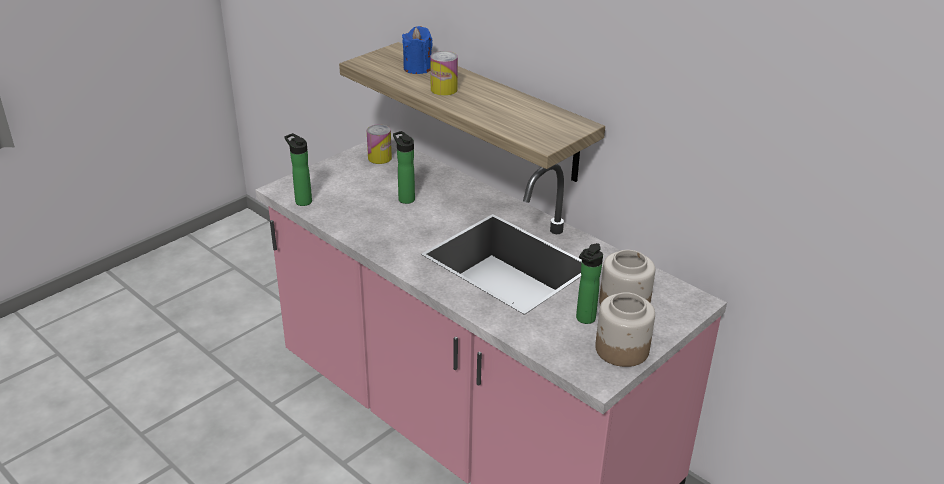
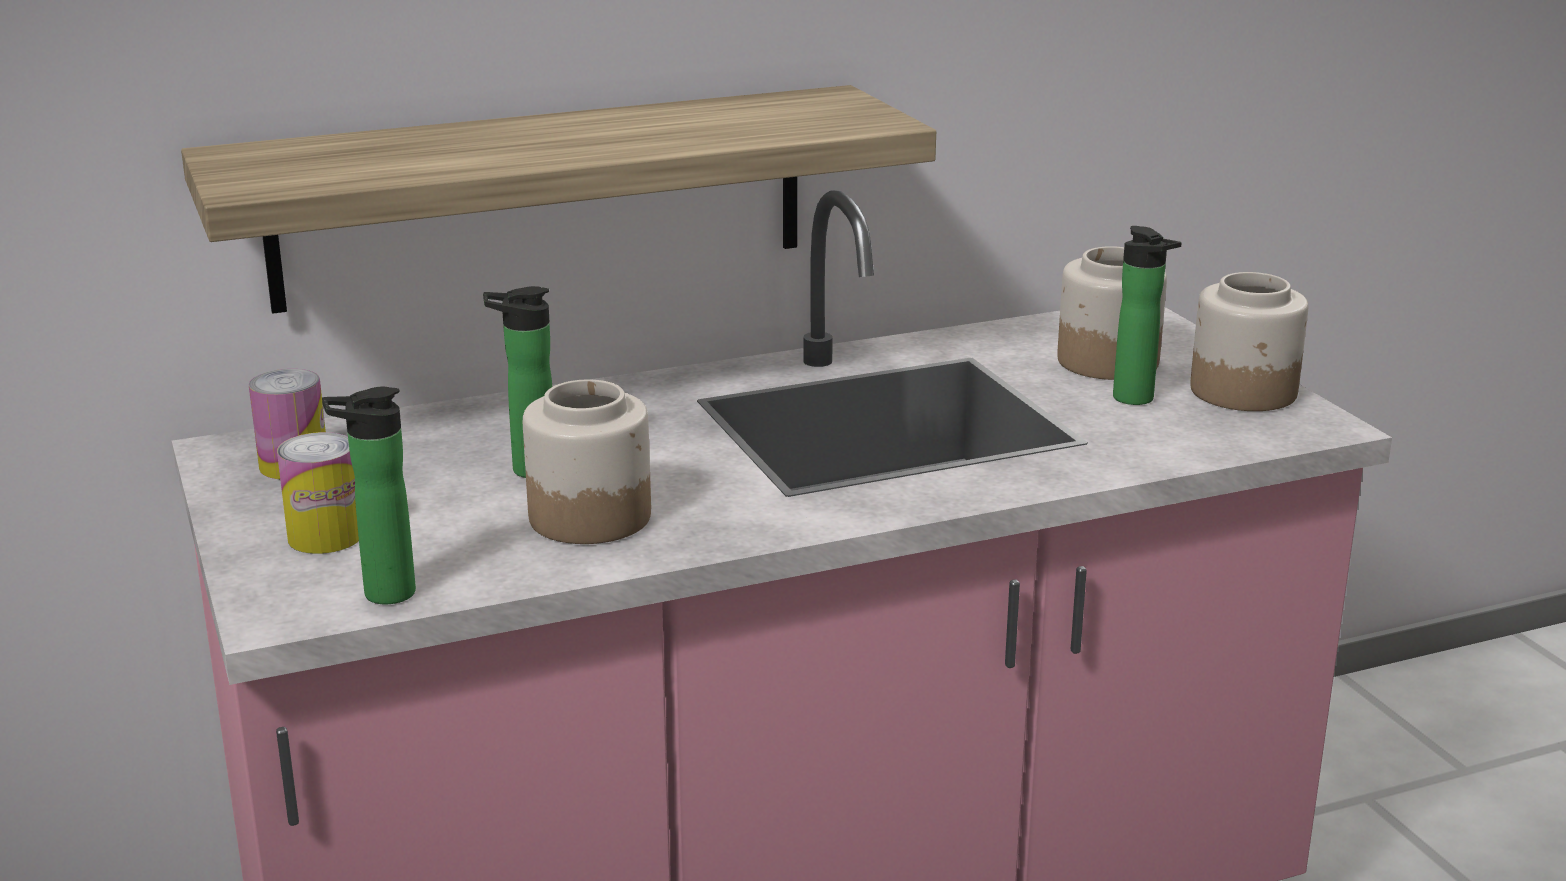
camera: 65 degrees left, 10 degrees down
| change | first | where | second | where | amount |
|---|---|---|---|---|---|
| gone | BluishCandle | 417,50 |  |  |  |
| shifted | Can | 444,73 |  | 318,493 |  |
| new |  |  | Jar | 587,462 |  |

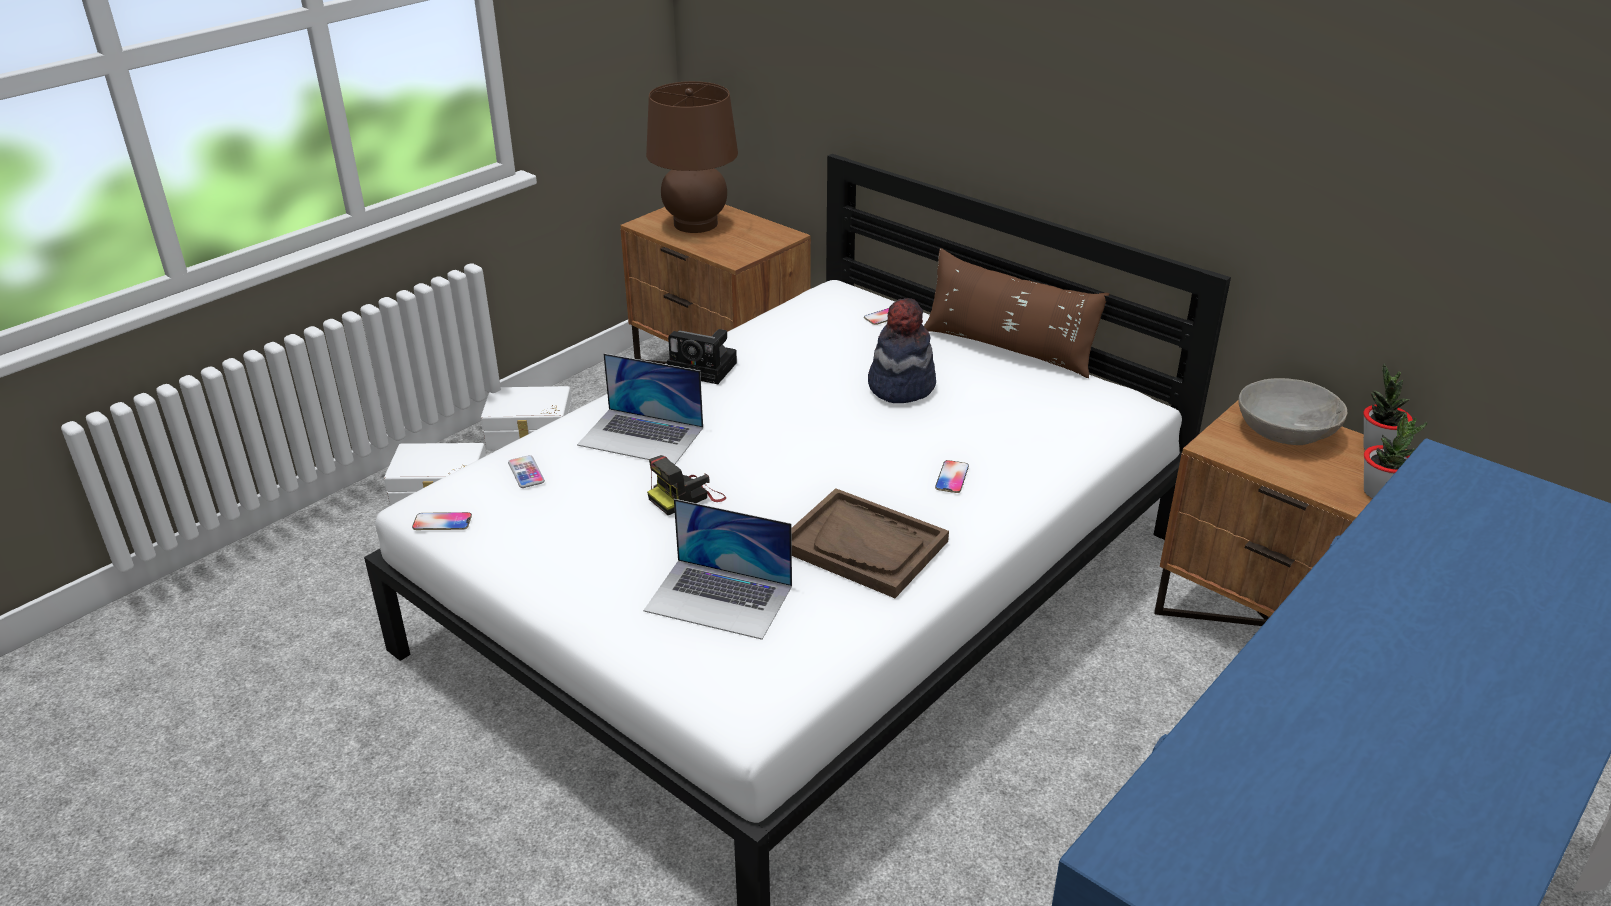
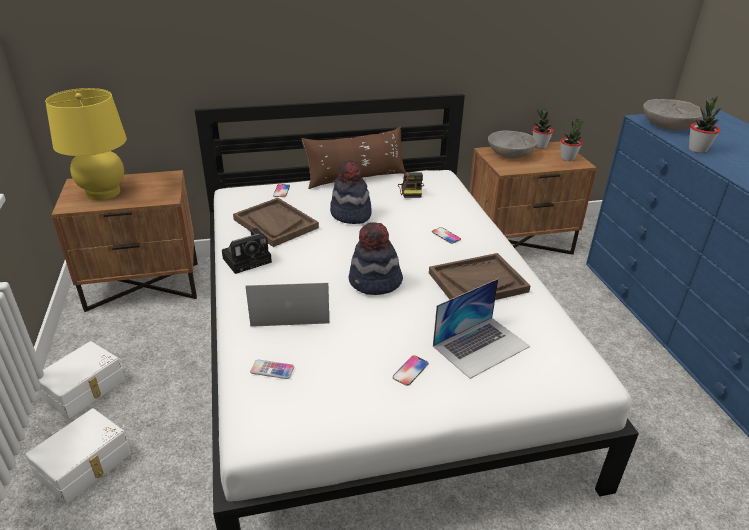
camera: 55 degrees left, 0 degrees up
| change | first | where | second | where | amount |
|---|---|---|---|---|---|
| repainted | BrownishLampForATable | 692,157 | YellowishLampForATable | 86,144 |  |
| rotated | PortableComputer | 640,408 |  | 287,305 | 150 degrees counterclockwise |
| shifted | StillCamera | 686,485 |  | 411,185 |  |
| shifted | Telephone | 442,521 |  | 411,370 |  |
| new |  |  | PlantInAPot | 705,124 |  |
| new |  |  | GreyBowl | 673,114 |  |
| new |  |  | BrownishCarryingTray | 276,222 |  |
| new |  |  | ClothingHat | 376,258 |  |

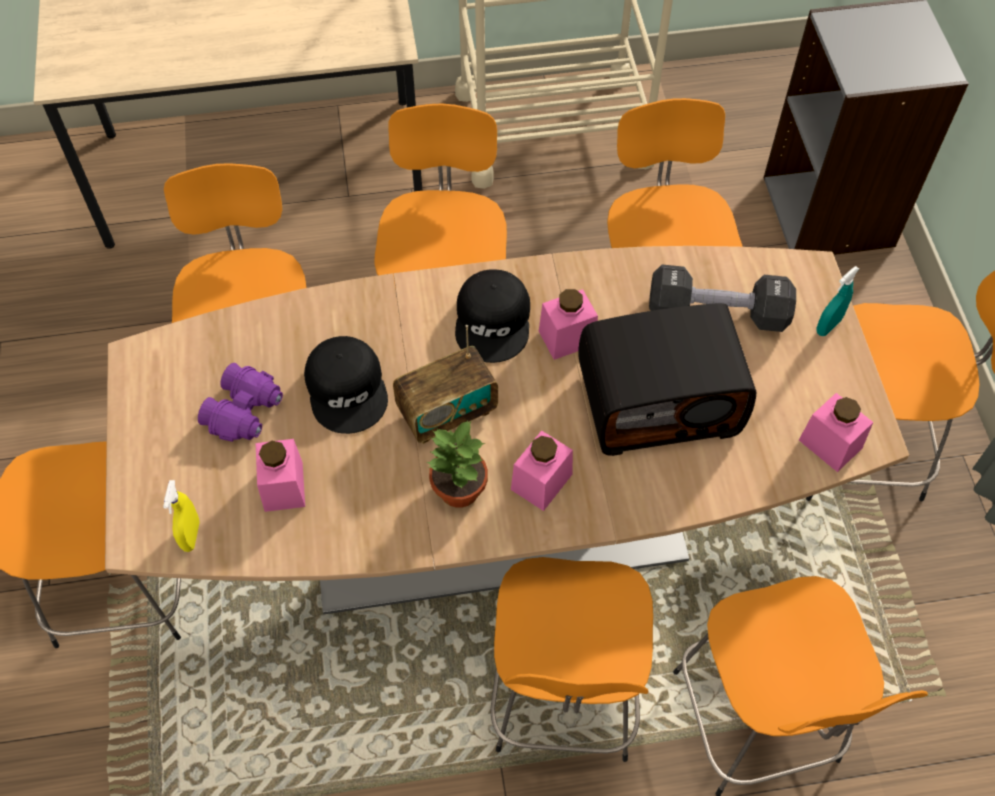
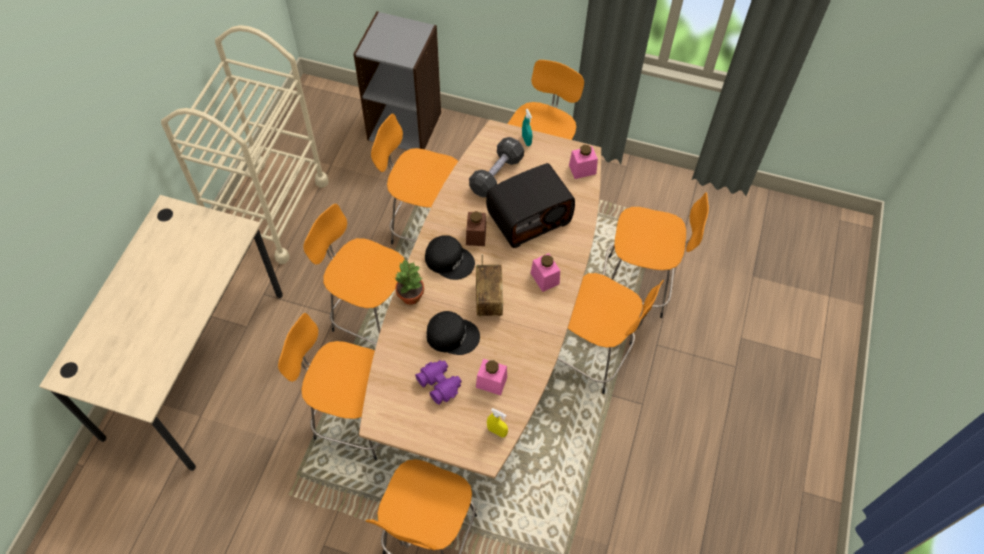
camera: 65 degrees left, 0 degrees up
| change | first | where | second | where | amount |
|---|---|---|---|---|---|
| repainted | PinkJar | 568,324 | BrownishJar | 476,228 |  |
| rotated | RadioSet | 667,379 |  | 530,205 | 45 degrees clockwise |
| shifted | PlantInAPot | 457,464 |  | 409,282 |  |

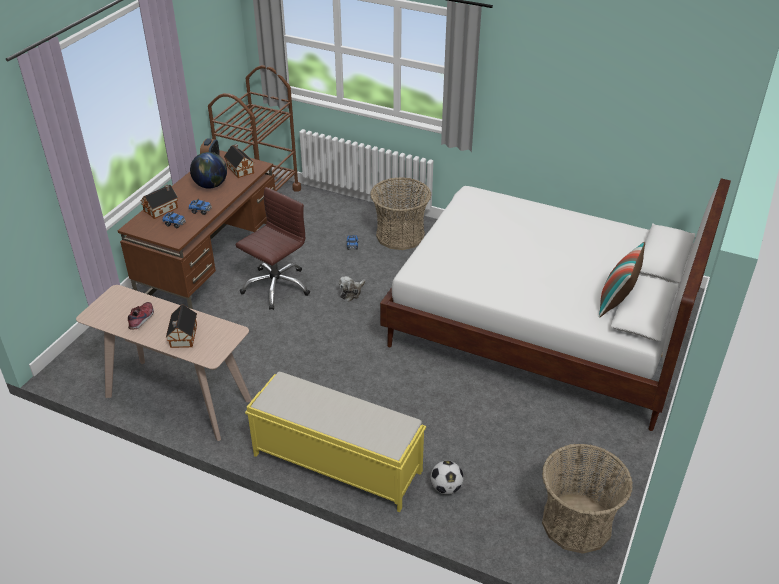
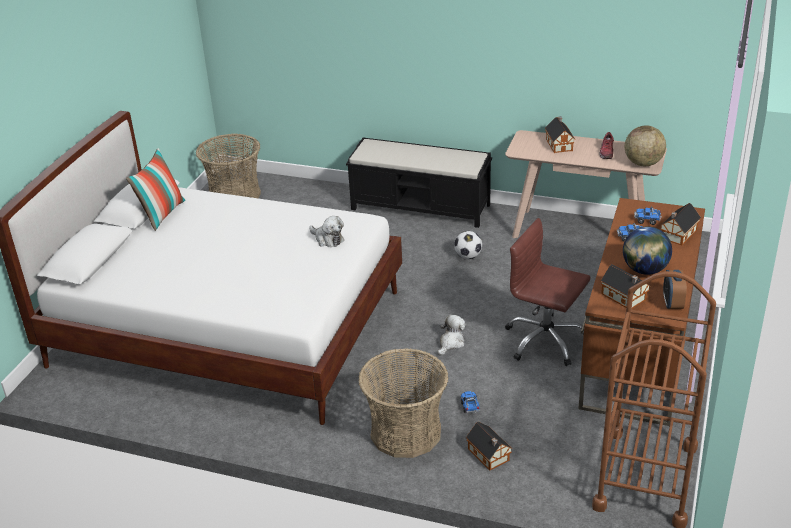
camera: 175 degrees right, 5 degrees down
| change | first | where | second | where | amount |
|---|---|---|---|---|---|
| rotated | BrownishComputerChair | 273,248 |  | 547,292 | 90 degrees clockwise |
| repainted | YellowishLongSeat | 335,442 | BlackLongSeat | 419,183 |  |
| shifted | FootballBall | 447,477 |  | 468,245 |  |
| new |  |  | Globe | 645,145 |  |
| new |  |  | PlushToy | 326,231 |  |
| new |  |  | ToyHouse | 489,446 |  |

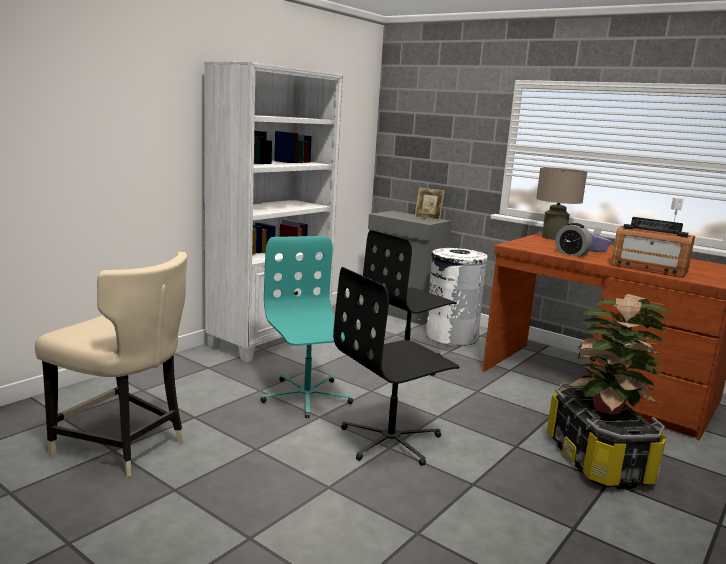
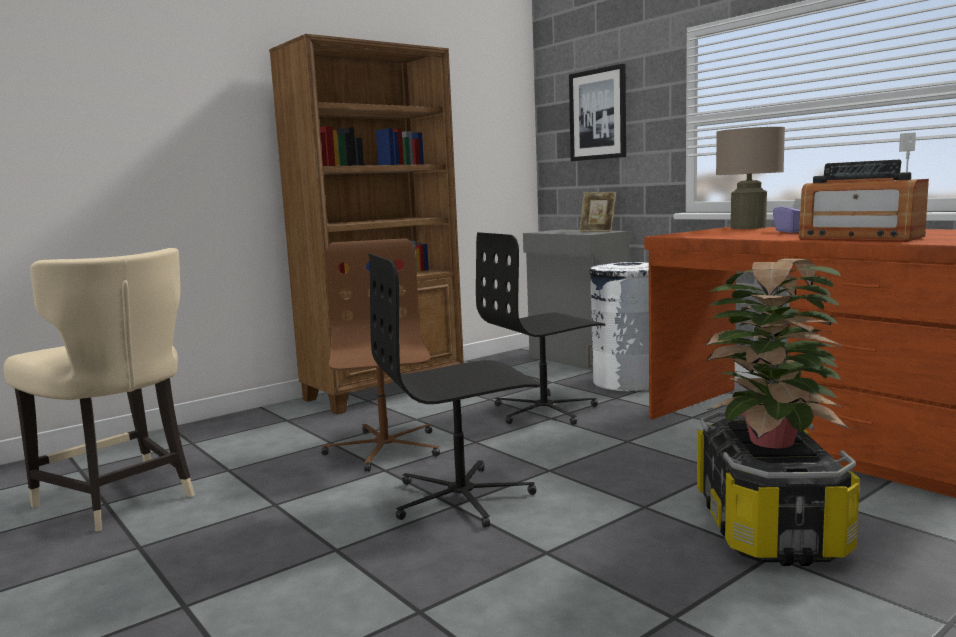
camera: 15 degrees right, 5 degrees down
| change | first | where | second | where | amount |
|---|---|---|---|---|---|
| repainted | WhiteShelvingUnit | 274,212 | BrownishShelvingUnit | 366,224 |  |
| gone | BedsideClock | 573,240 |  |  |  |
| repainted | TurquoiseColouredComputerChair | 307,327 | BrownishComputerChair | 380,355 |  |
| new |  |  | Picture | 597,112 |  |

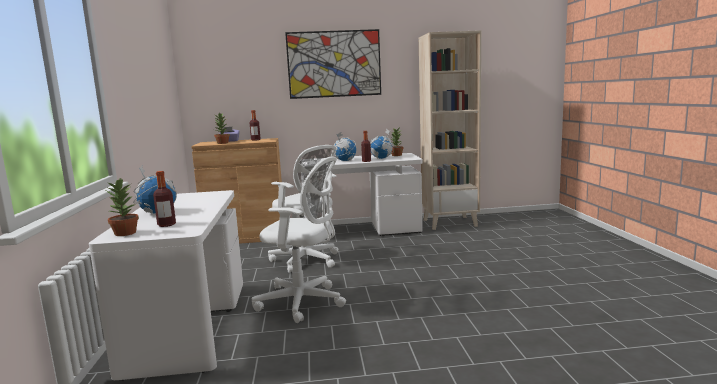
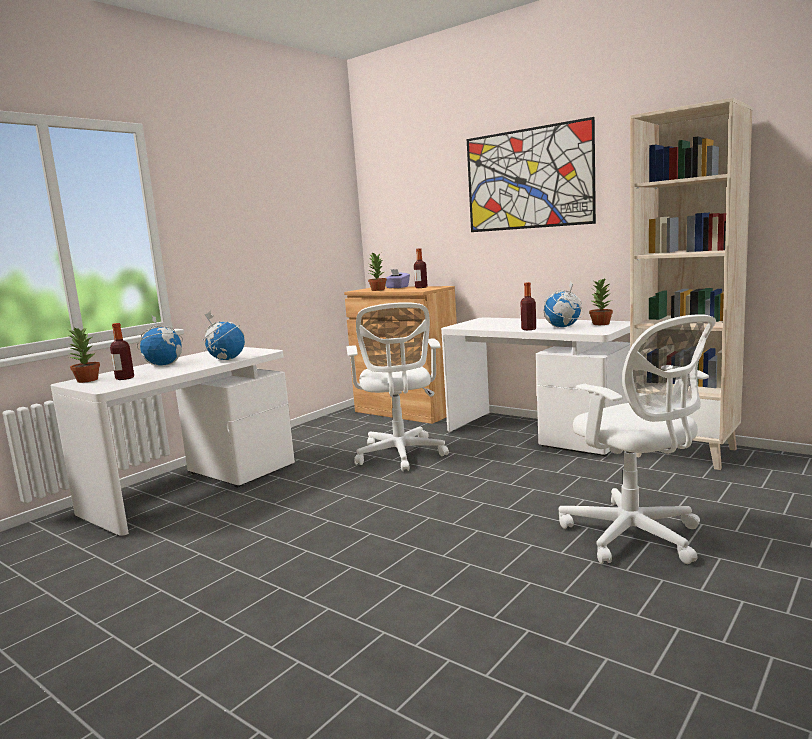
camera: 45 degrees right, 0 degrees up
| change | first | where | second | where | amount |
|---|---|---|---|---|---|
| shifted | Globe | 344,146 |  | 224,335 |  |
| shifted | WhiteComputerChair | 299,240 |  | 637,439 |  |

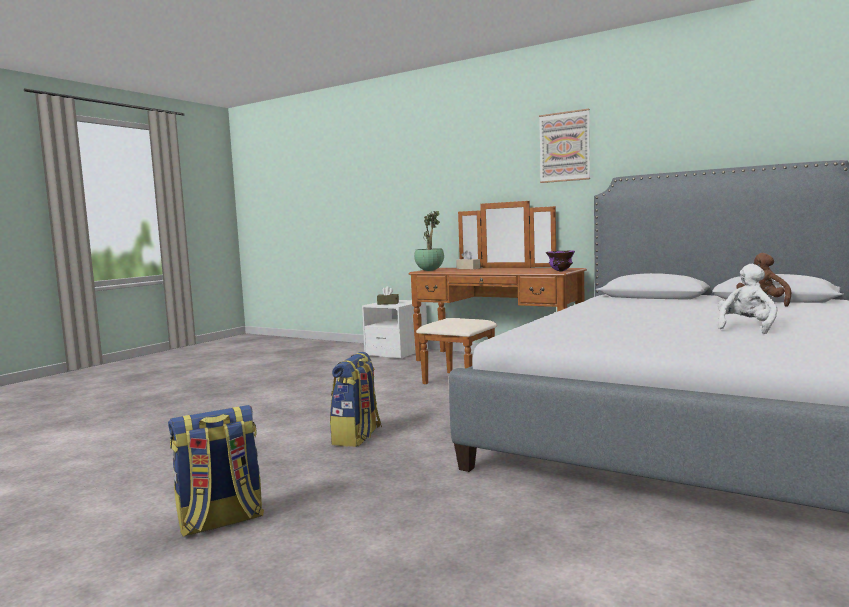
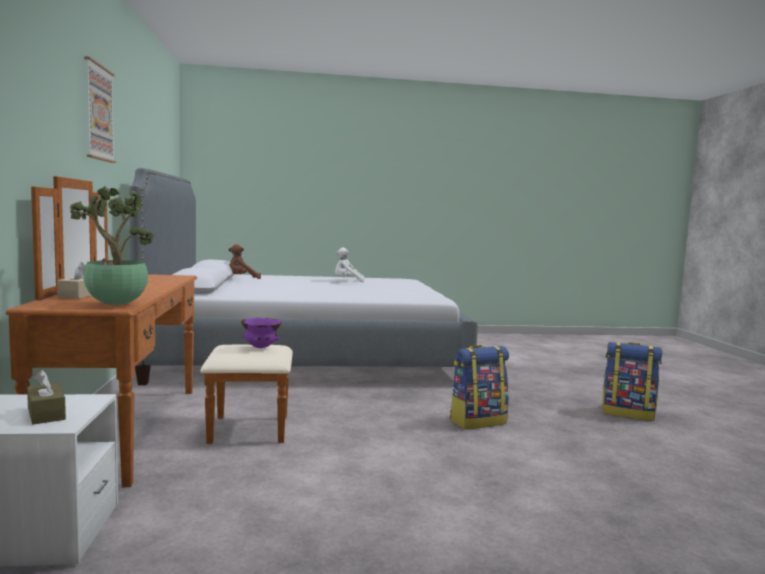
camera: 130 degrees left, 0 degrees up
| change | first | where | second | where | amount |
|---|---|---|---|---|---|
| shifted | PurplishBowl | 560,260 |  | 261,333 |  |

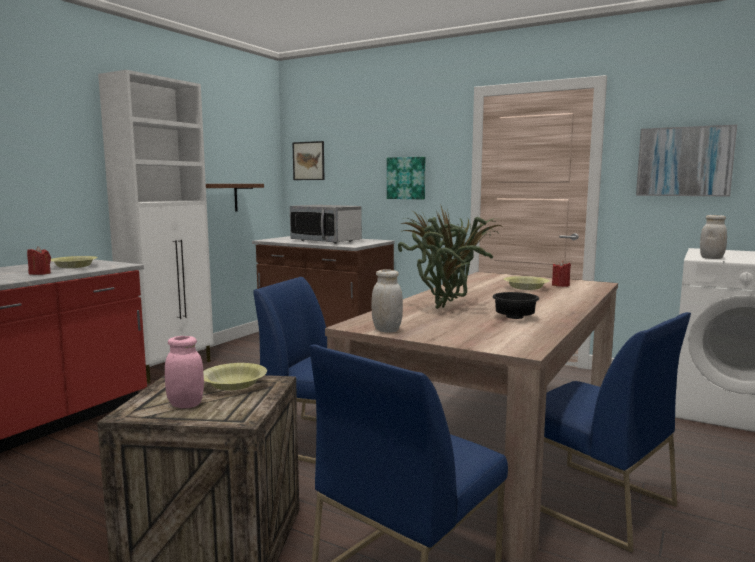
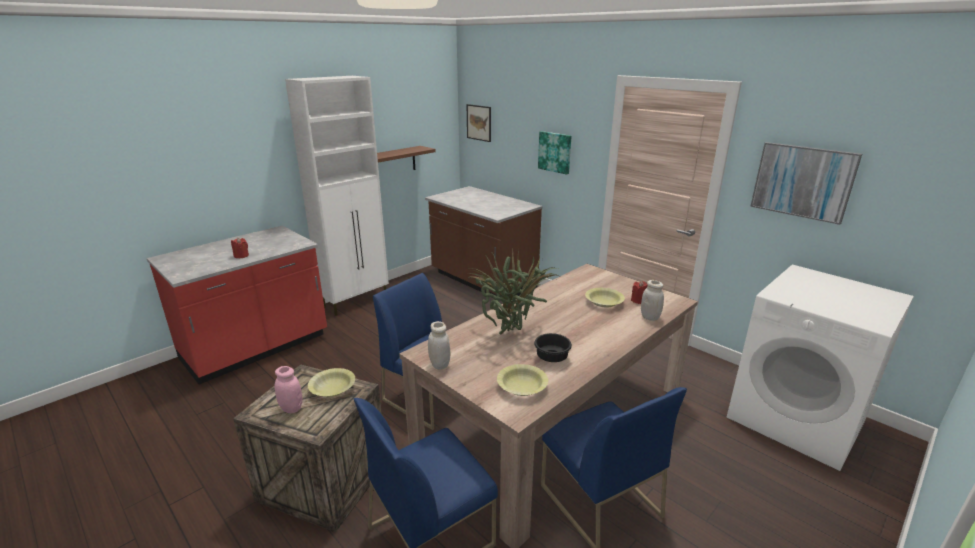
camera: 15 degrees right, 15 degrees up
| change | first | where | second | where | amount |
|---|---|---|---|---|---|
| gone | KitchenMicrowave | 326,224 |  |  |  |
| shifted | WhiteJar | 713,237 |  | 652,300 |  |
| shifted | YellowishBowl | 74,262 |  | 522,380 |  |

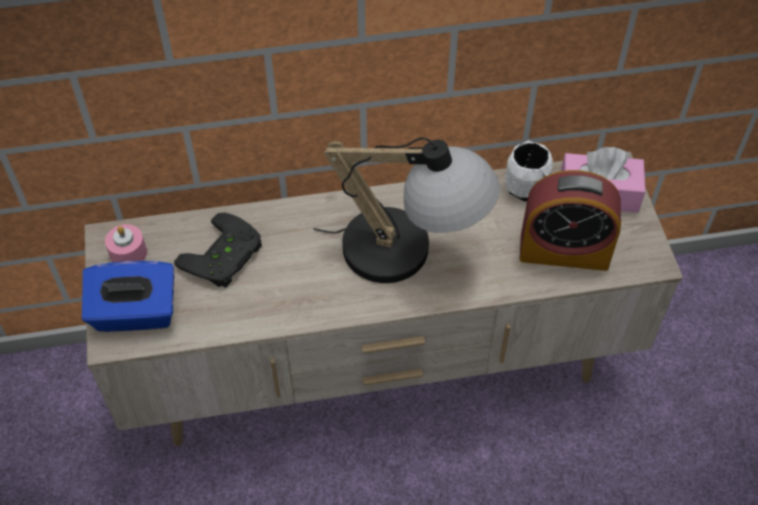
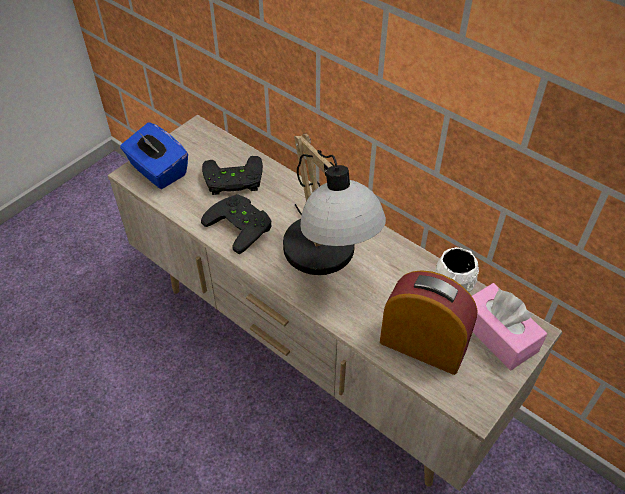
camera: 50 degrees right, 5 degrees down
| change | first | where | second | where | amount |
|---|---|---|---|---|---|
| rotated | BedsideClock | 570,220 |  | 429,322 | 150 degrees clockwise |
| gone | PinkCandle | 126,243 |  |  |  |
| new |  |  | BlackGamepad | 236,224 |  |

